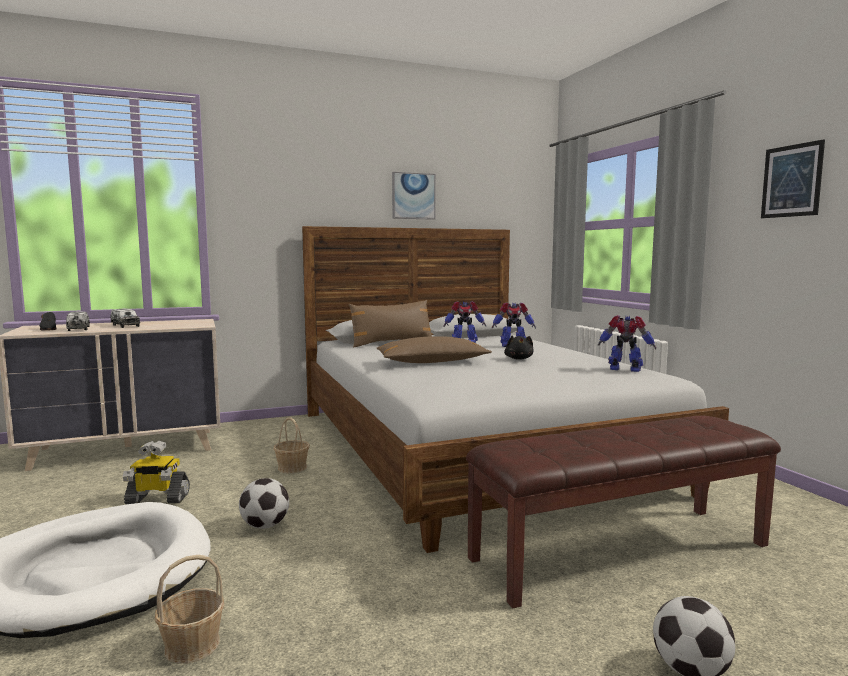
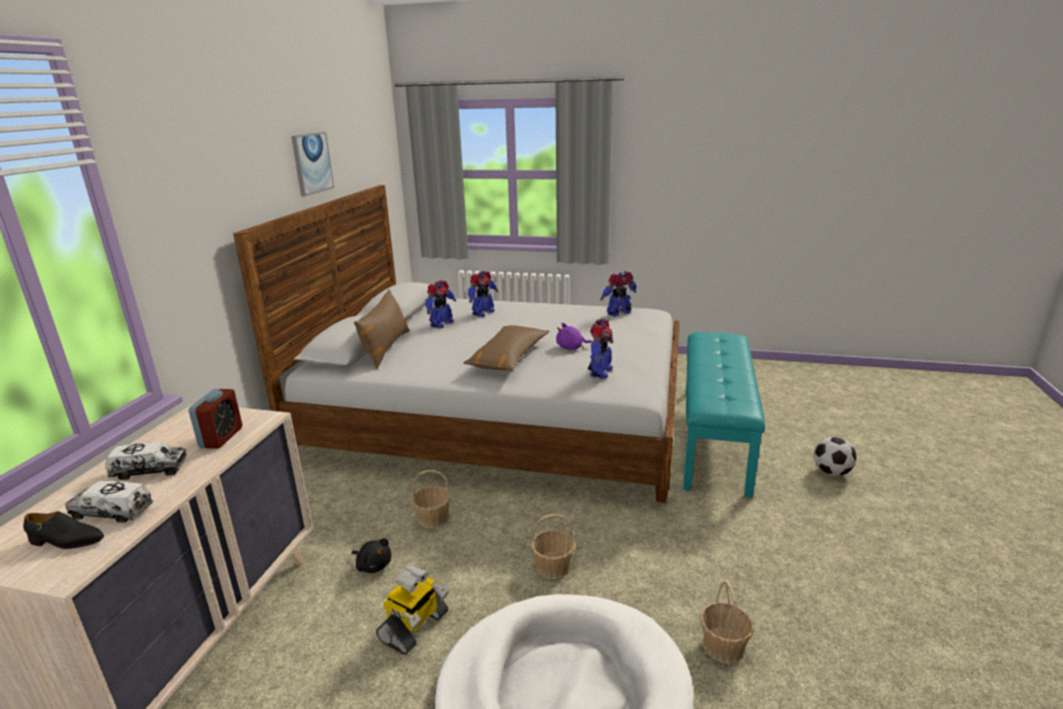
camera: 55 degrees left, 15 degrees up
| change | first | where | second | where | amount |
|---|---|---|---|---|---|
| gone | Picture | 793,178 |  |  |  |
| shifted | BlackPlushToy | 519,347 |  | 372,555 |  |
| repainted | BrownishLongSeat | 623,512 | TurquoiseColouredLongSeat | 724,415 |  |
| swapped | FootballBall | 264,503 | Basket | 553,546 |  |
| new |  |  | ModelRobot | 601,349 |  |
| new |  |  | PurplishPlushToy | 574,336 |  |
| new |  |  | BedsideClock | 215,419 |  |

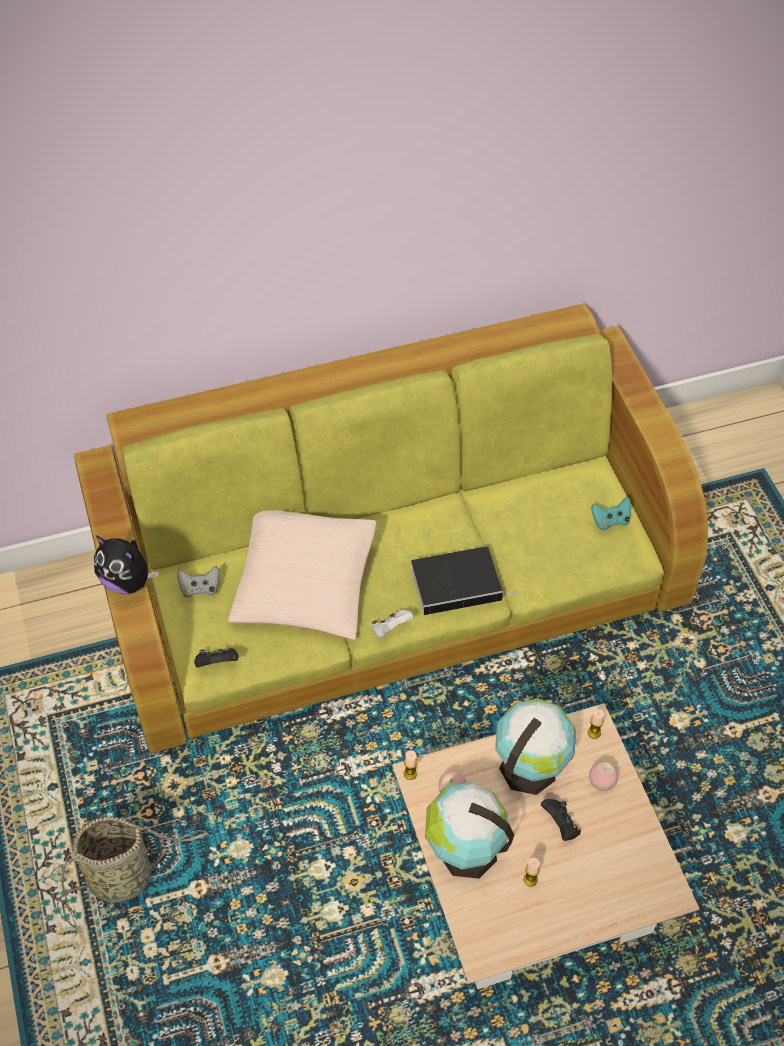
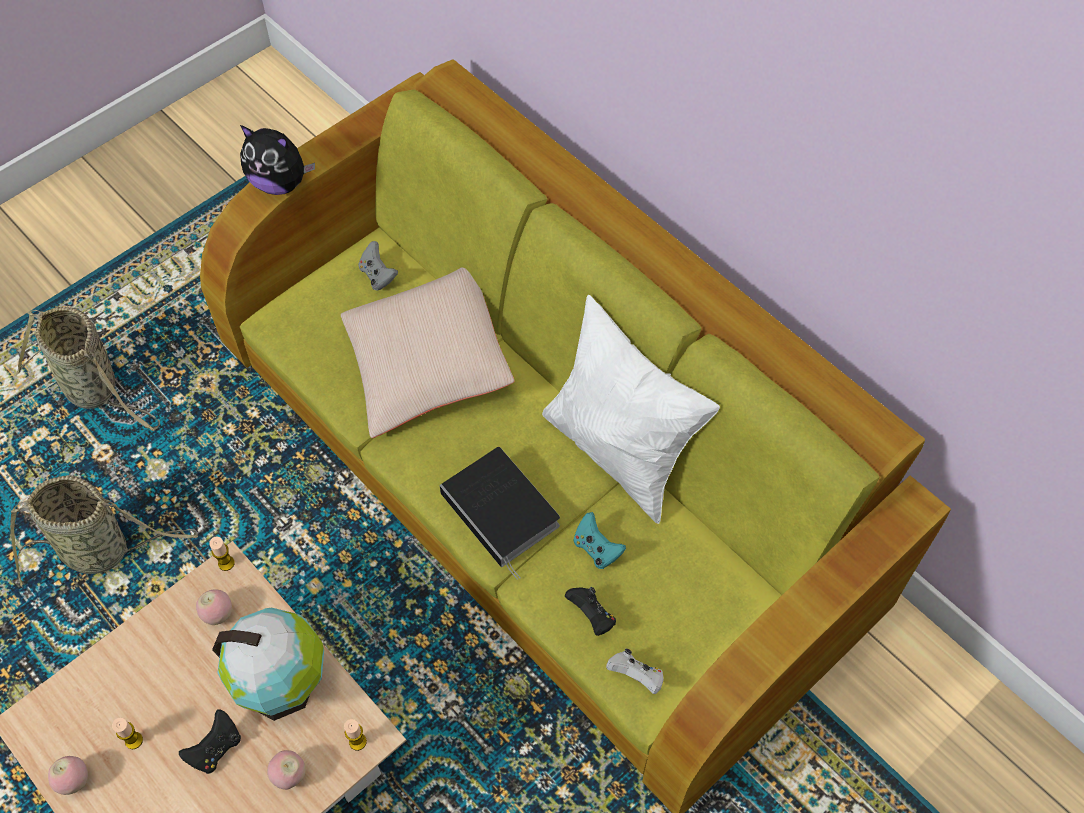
camera: 65 degrees right, 5 degrees up
| change | first | where | second | where | amount |
|---|---|---|---|---|---|
| shifted | TurquoiseColouredGamepad | 611,513 |  | 600,540 |  |
| rotated | PlushToy | 126,564 |  | 277,160 | 75 degrees counterclockwise |
| shifted | WhiteGamepad | 393,624 |  | 635,671 |  |
| shifted | BlackGamepad | 216,657 |  | 590,611 |  |
| gone | Globe | 469,830 |  |  |  |
| new |  |  | WhitePillow | 631,409 |  |
| new |  |  | Basket | 104,531 |  |
| new |  |  | WholeApple | 68,775 |  |

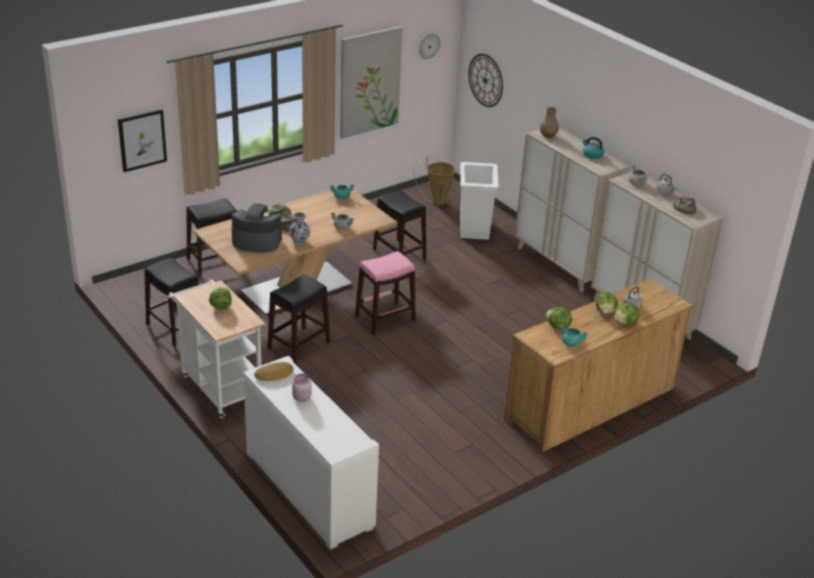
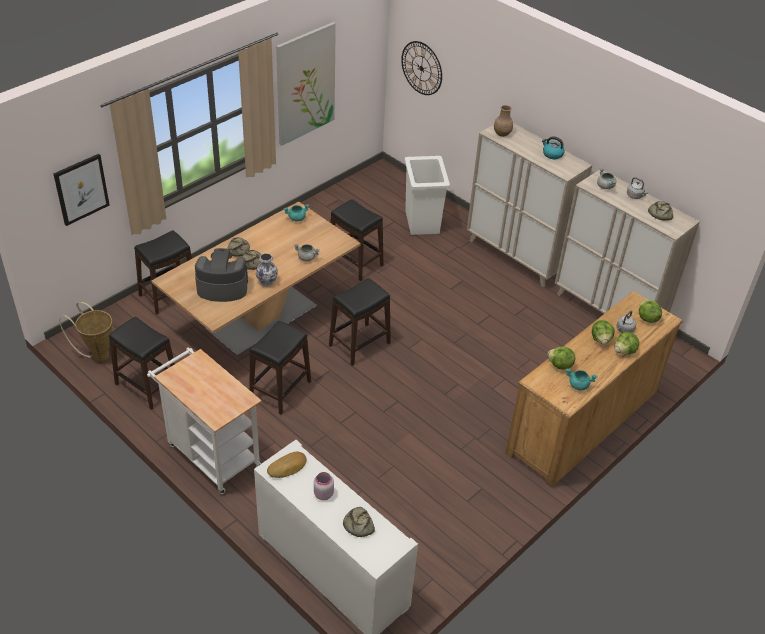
camera: 10 degrees left, 10 degrees up
| change | first | where | second | where | amount |
|---|---|---|---|---|---|
| gone | WallClock | 429,46 |  |  |  |
| shifted | Basket | 435,180 |  | 85,332 |  |
| repainted | PinkStool | 385,292 | BlackStool | 360,322 |  |
| shifted | HeadOfLettuce | 220,299 |  | 650,311 |  |
| new |  |  | Bread | 359,522 |  |

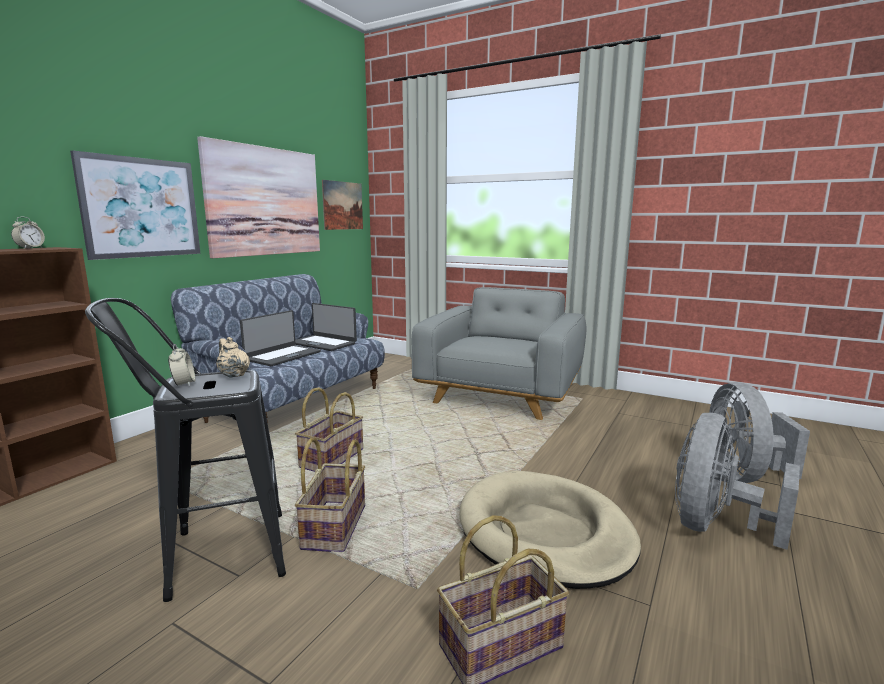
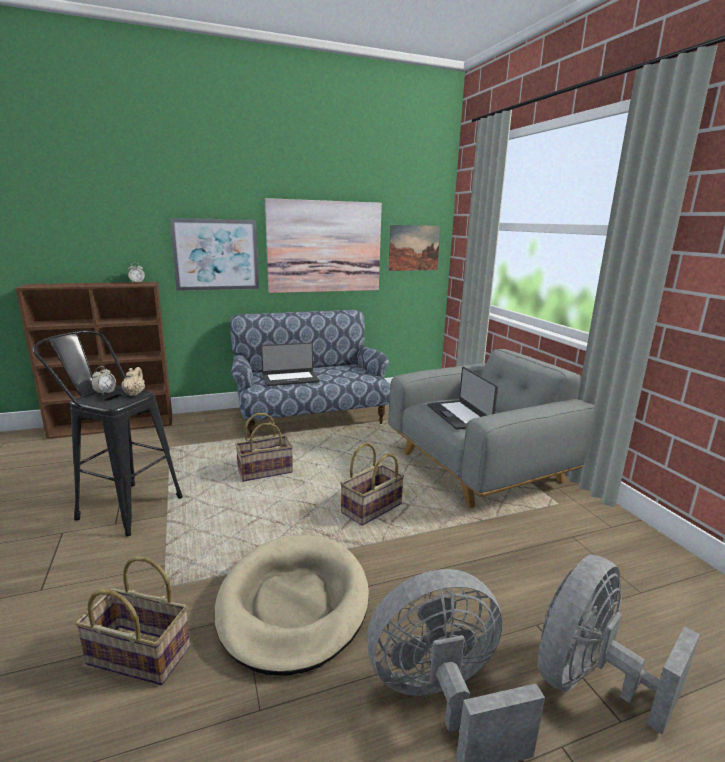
camera: 40 degrees right, 5 degrees up
| change | first | where | second | where | amount |
|---|---|---|---|---|---|
| shifted | PortableComputer | 326,327 |  | 462,398 |  |
| shifted | Basket | 330,495 |  | 372,484 |  |

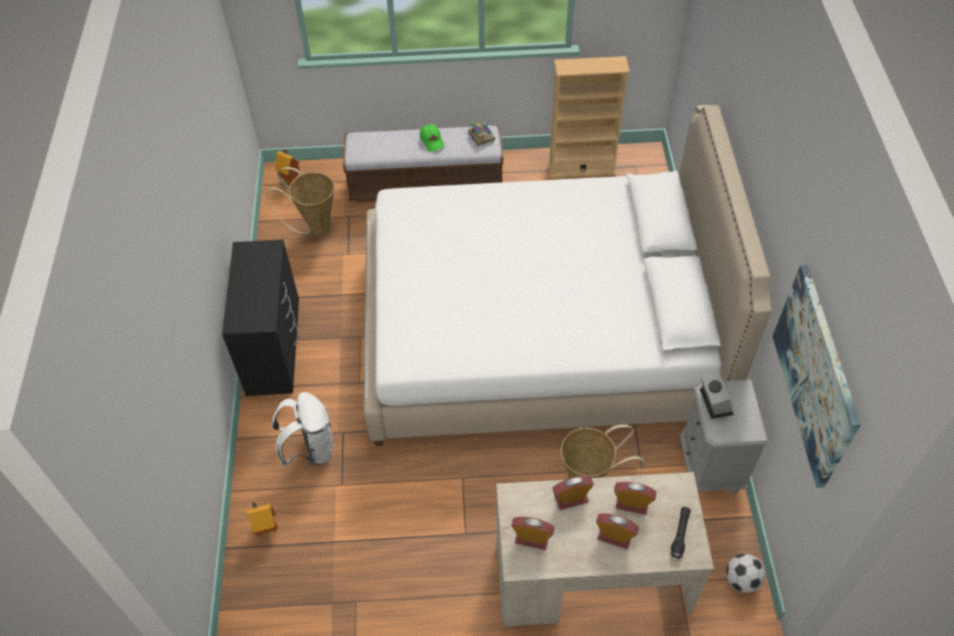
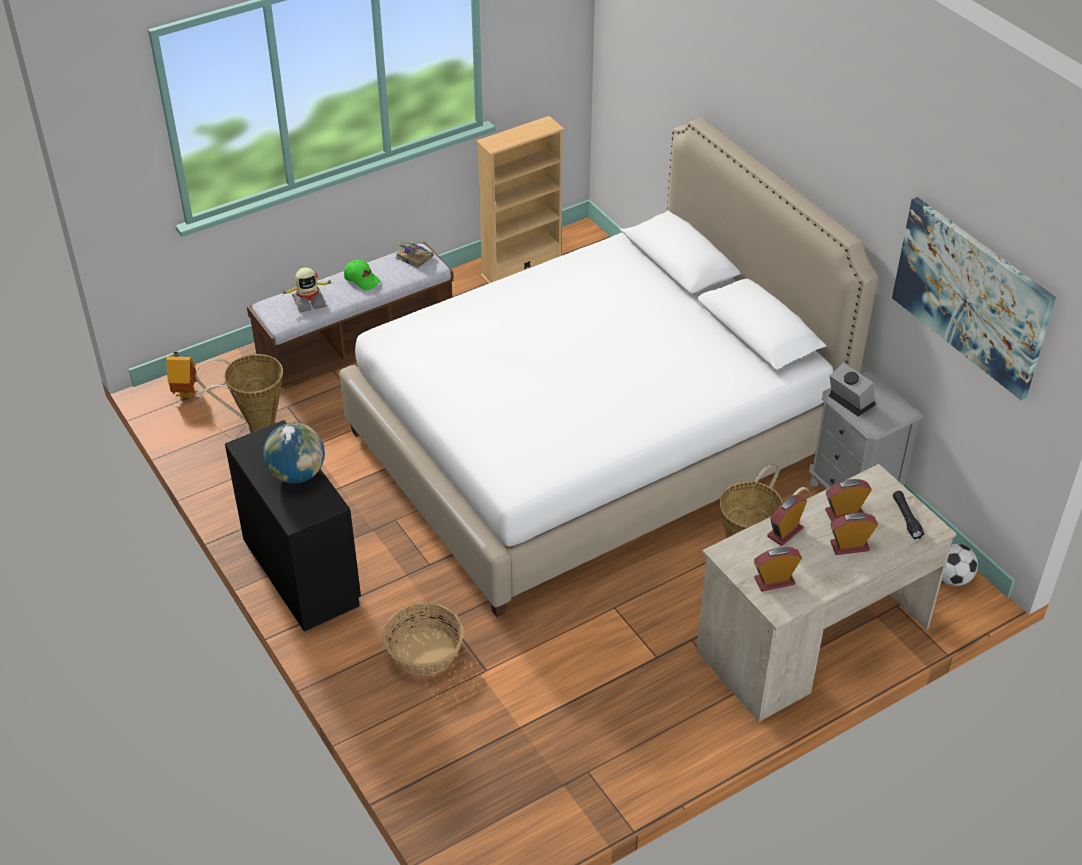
camera: 30 degrees left, 10 degrees down
| change | first | where | second | where | amount |
|---|---|---|---|---|---|
| swapped | WhiteBackpack | 303,429 | Basket | 423,639 |  |
| gone | ToyHouse | 262,519 |  |  |  |
| new |  |  | ModelRobot | 306,290 |  |
| new |  |  | Globe | 294,453 |  |

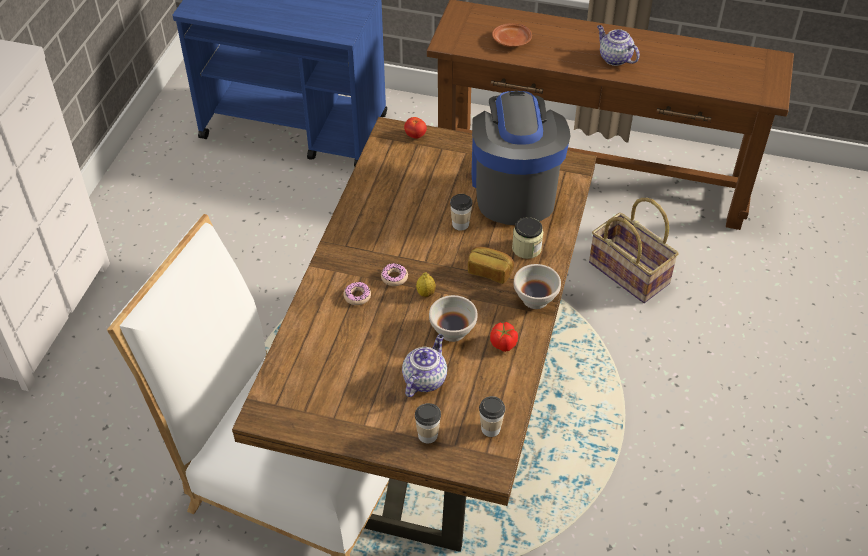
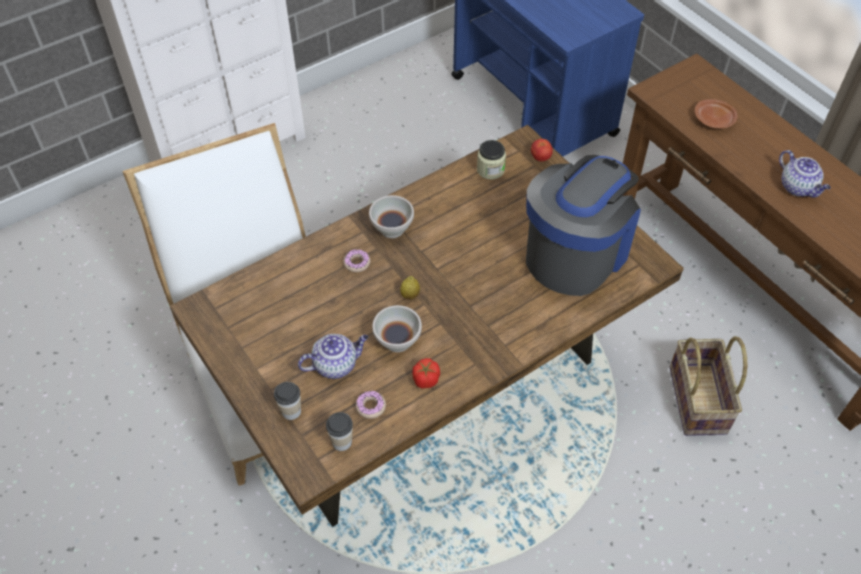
camera: 40 degrees right, 5 degrees up
| change | first | where | second | where | amount |
|---|---|---|---|---|---|
| rotated | PotForTea | 618,45 |  | 805,174 | 150 degrees clockwise |
| gone | DrinkingCup | 461,212 |  |  |  |
| shifted | Jar | 527,238 |  | 491,160 |  |
| gone | Bread | 491,265 |  |  |  |
| shifted | RingDoughnut | 394,274 |  | 371,405 |  |
| shifted | WhiteBowl | 537,286 |  | 391,216 |  |

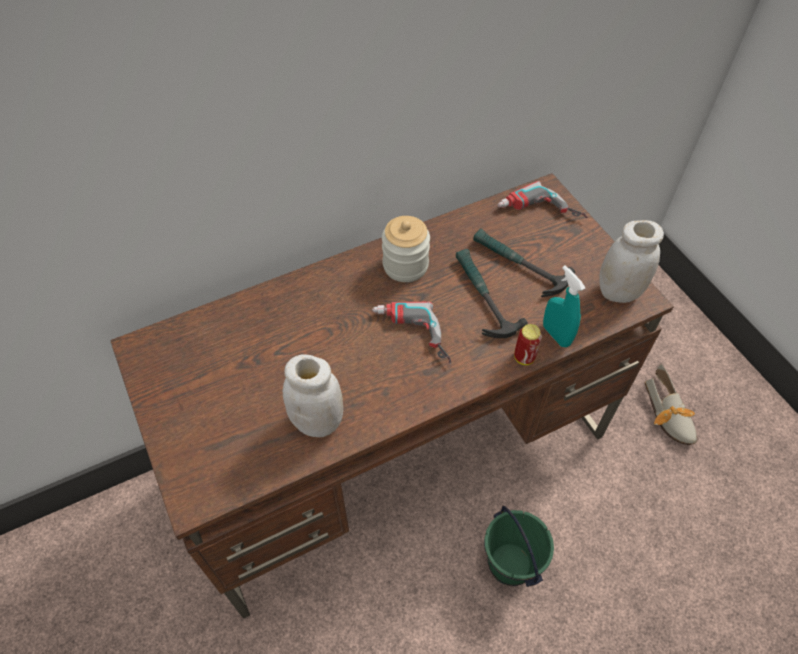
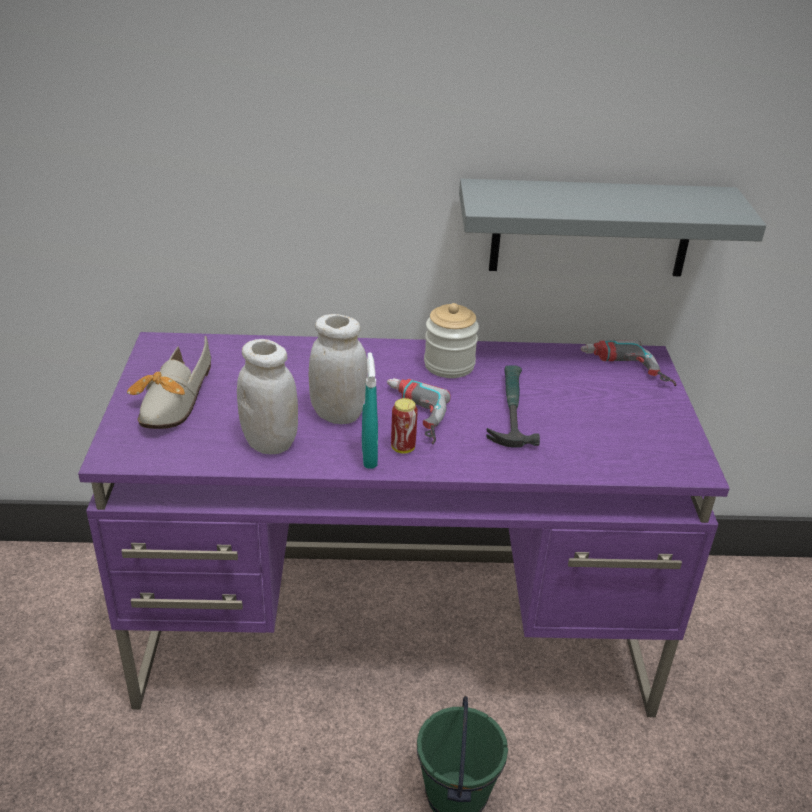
camera: 25 degrees right, 20 degrees down
| change | first | where | second | where | amount |
|---|---|---|---|---|---|
| repainted | BrownishDeskUnit | 392,396 | PurplishDeskUnit | 404,524 |  |
| shifted | WhiteJar | 631,261 |  | 338,369 |  |
| gone | Hammer | 524,263 |  |  |  |
| shifted | TurquoiseColouredHandSprayer | 564,306 |  | 370,410 |  |
| shifted | Can | 528,344 |  | 404,426 |  |
| shifted | Shoe | 670,404 |  | 169,382 |  |
| new |  |  | GreyShelf | 612,227 |  |

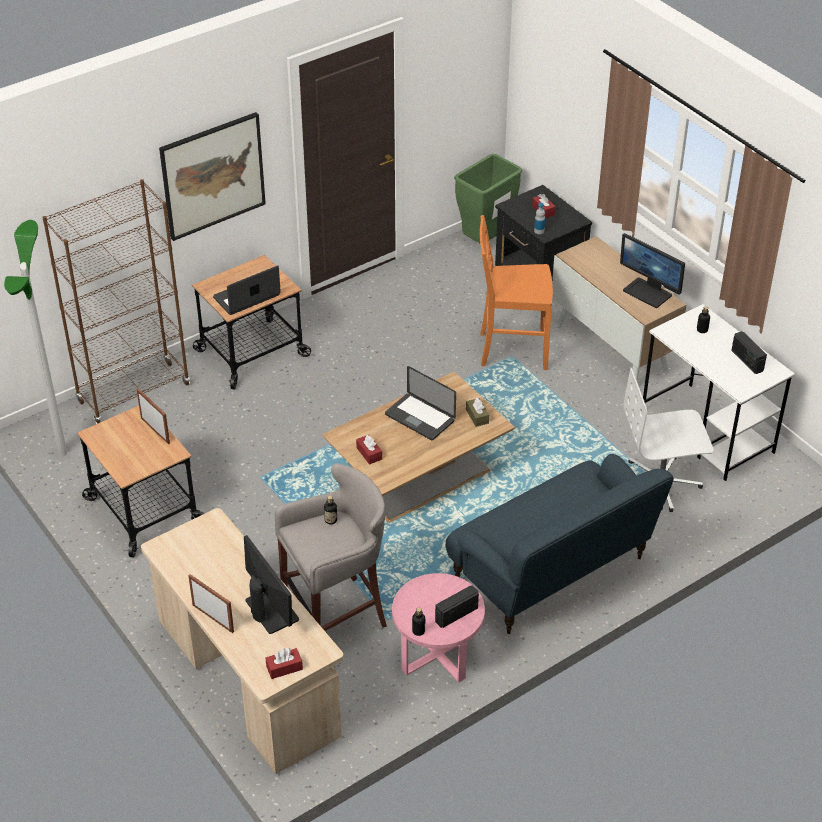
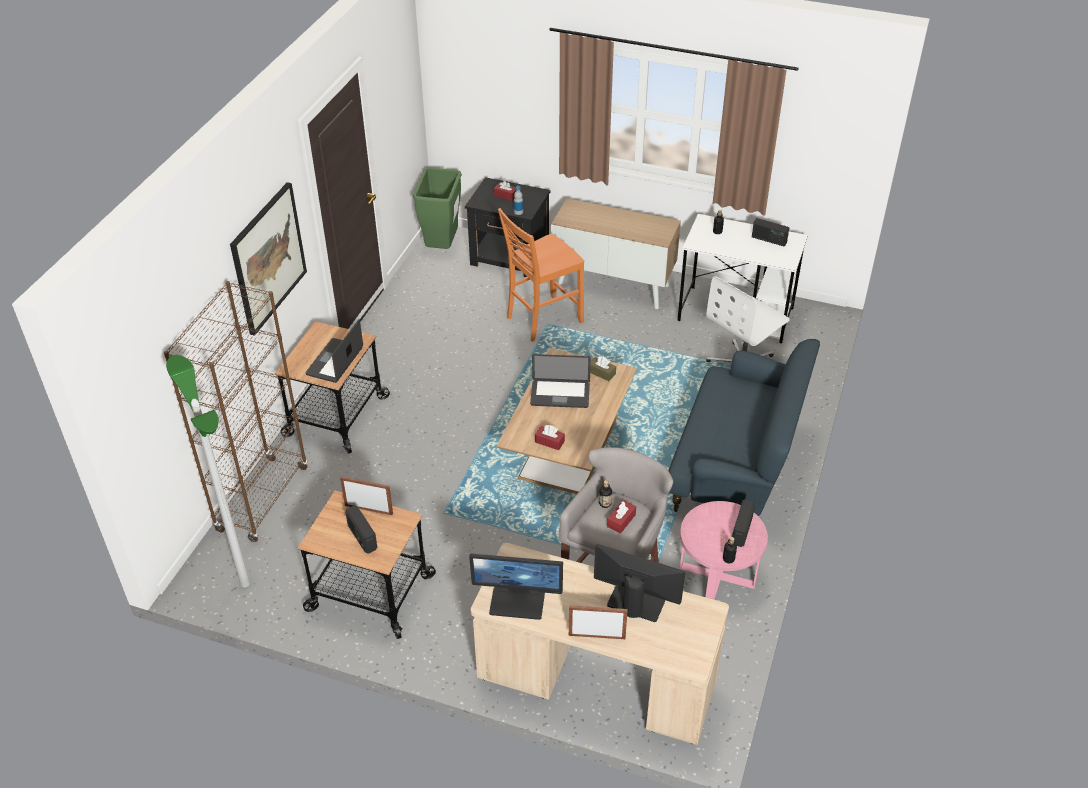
camera: 35 degrees left, 0 degrees up
| change | first | where | second | where | amount |
|---|---|---|---|---|---|
| shifted | ComputerScreen | 652,270 |  | 516,586 |  |
| shifted | ReddishTissueBox | 284,663 |  | 621,517 |  |
| new |  |  | RadioSet | 361,530 |  |

